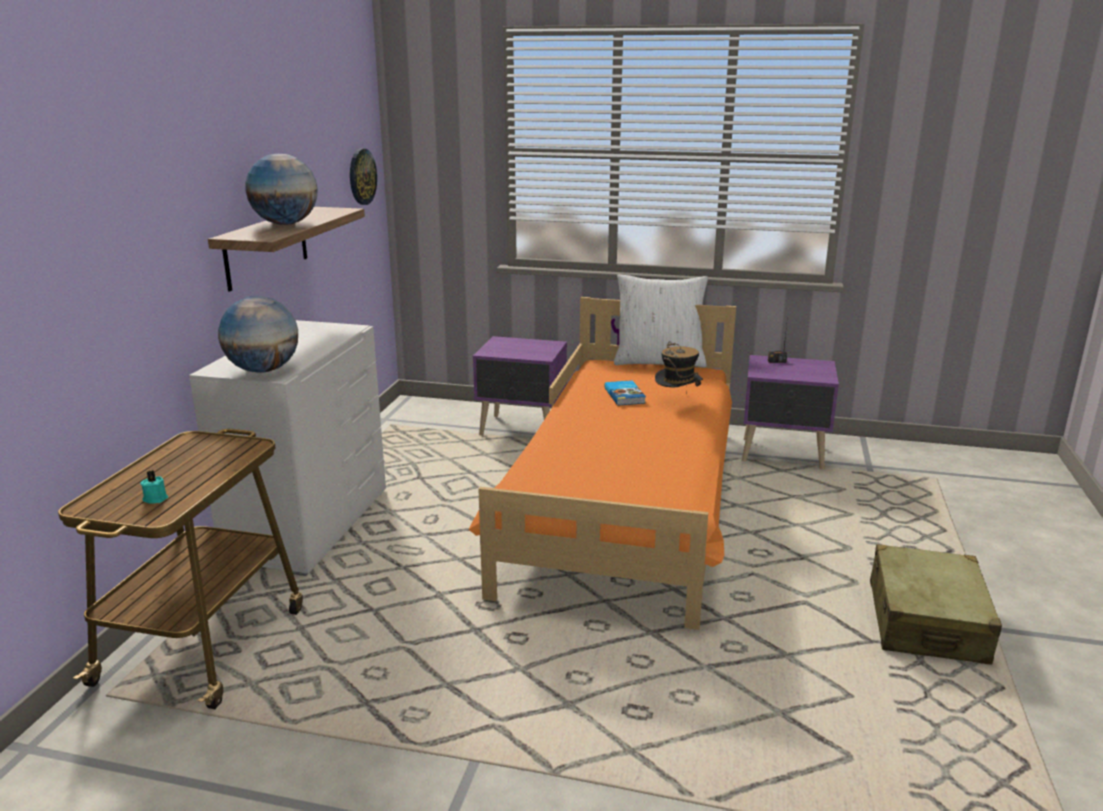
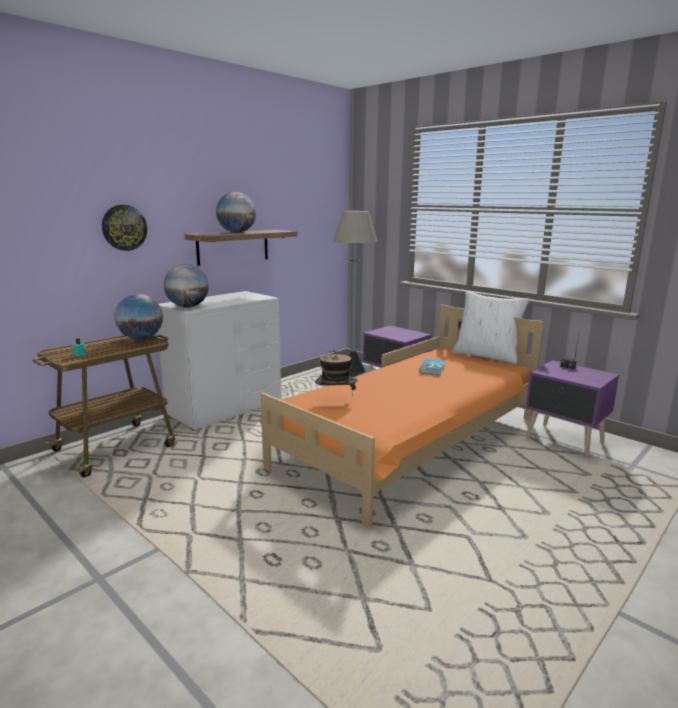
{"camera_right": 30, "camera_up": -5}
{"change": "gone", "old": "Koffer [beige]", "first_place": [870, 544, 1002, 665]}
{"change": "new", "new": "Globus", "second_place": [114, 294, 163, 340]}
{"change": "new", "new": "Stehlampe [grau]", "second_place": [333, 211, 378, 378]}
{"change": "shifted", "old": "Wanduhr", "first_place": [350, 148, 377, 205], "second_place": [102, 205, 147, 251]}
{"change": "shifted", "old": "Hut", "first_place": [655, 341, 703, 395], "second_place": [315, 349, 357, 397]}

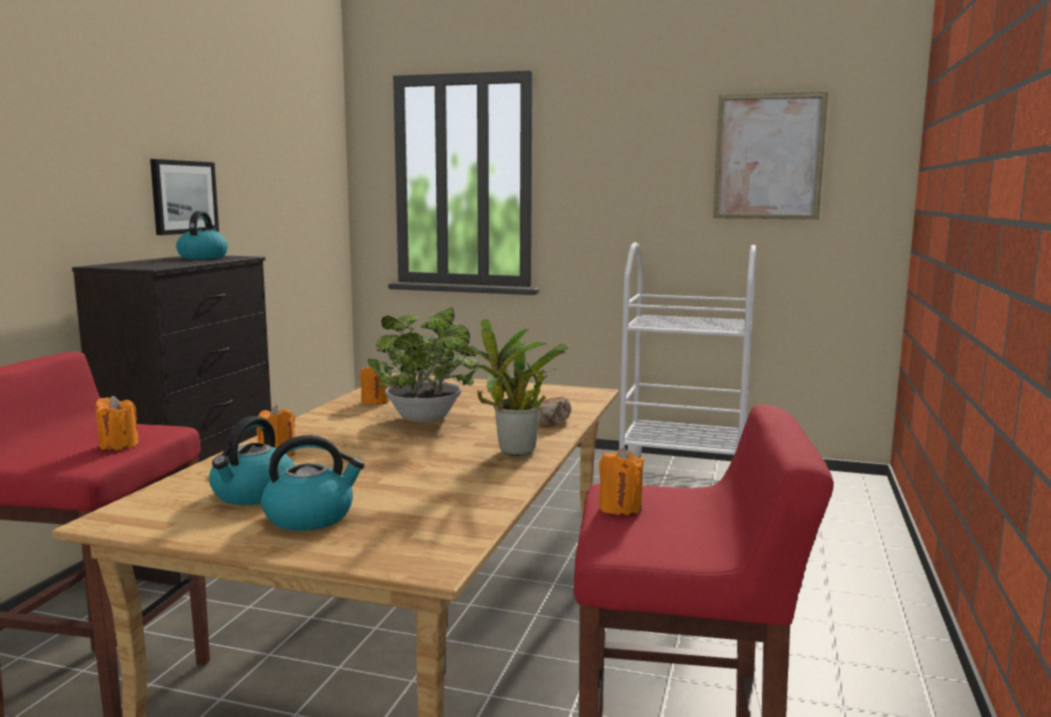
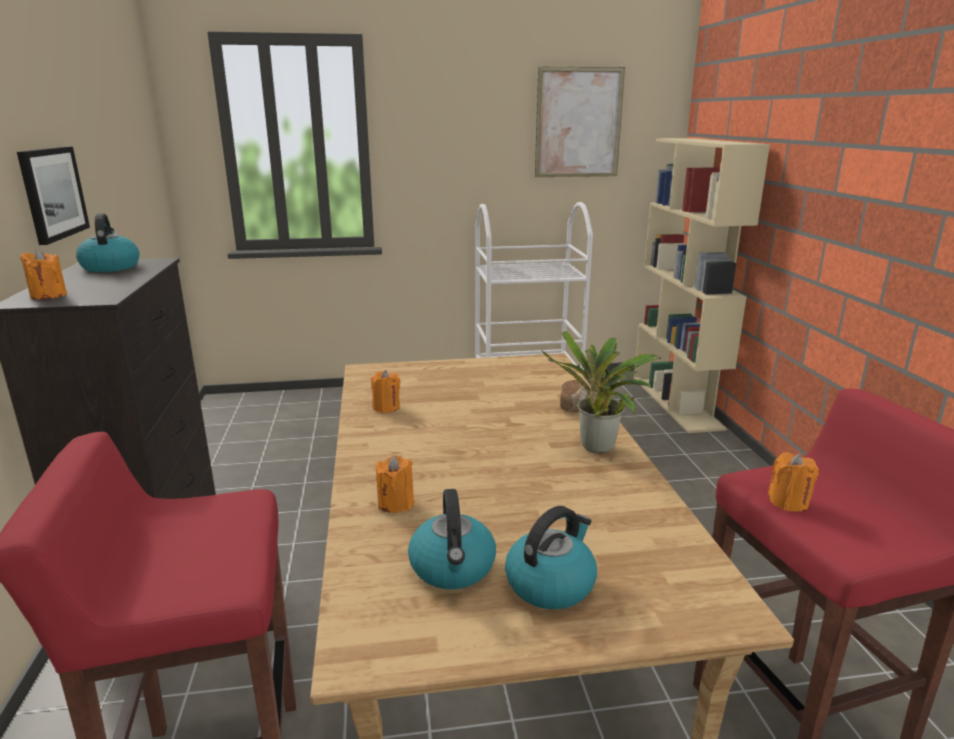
{"camera_right": -25, "camera_up": 10}
{"change": "gone", "old": "Topfpflanze", "first_place": [367, 307, 485, 422]}
{"change": "new", "new": "Bücherregal [beige]", "second_place": [634, 138, 770, 433]}
{"change": "shifted", "old": "Kerze [orange]", "first_place": [96, 396, 139, 451], "second_place": [20, 249, 67, 300]}

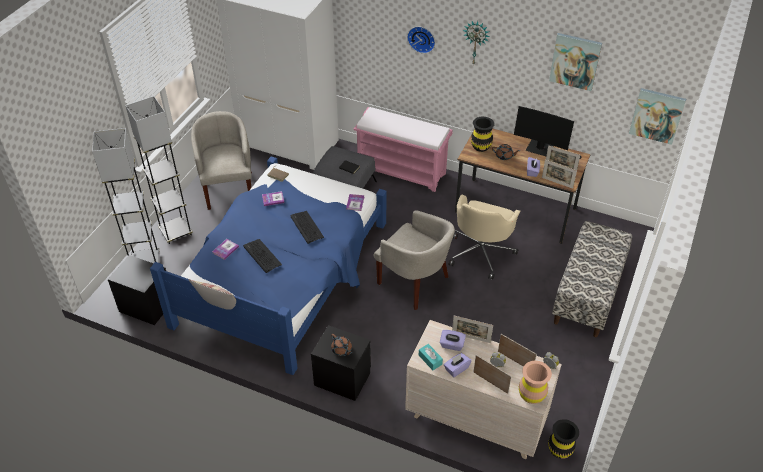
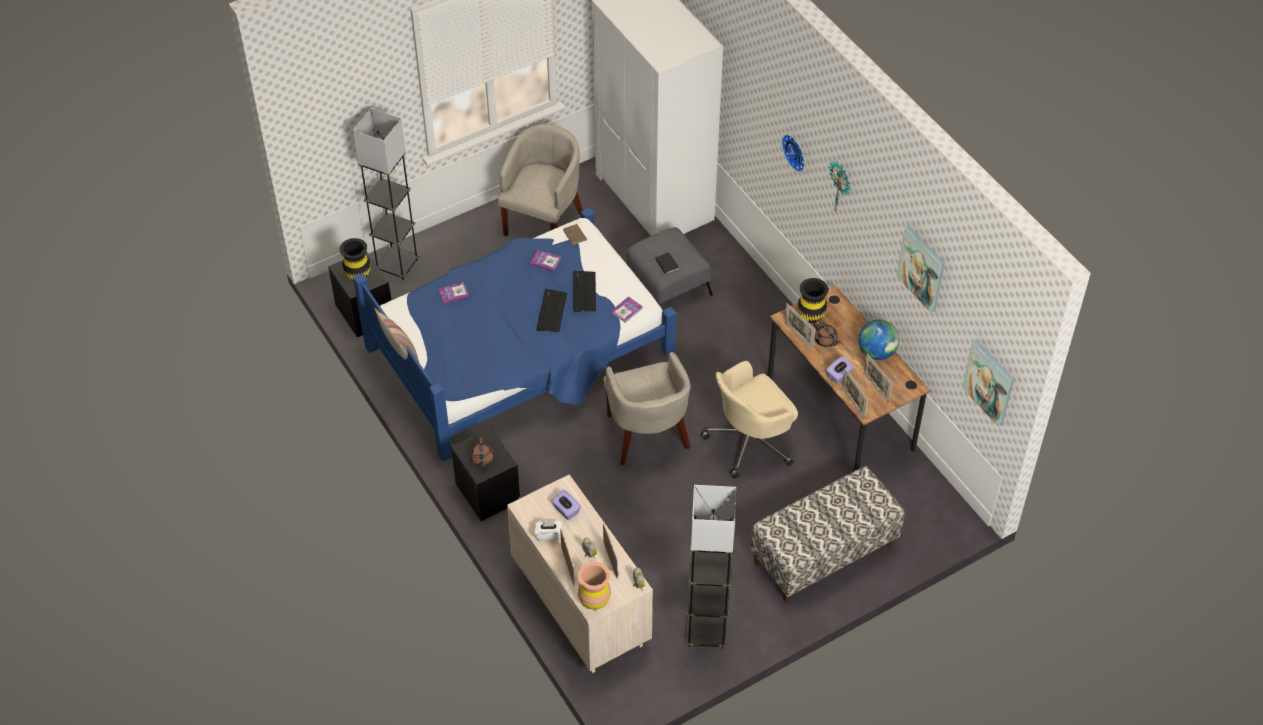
{"camera_right": 35, "camera_up": 5}
{"change": "gone", "old": "Bank [rosa]", "first_place": [354, 107, 453, 192]}
{"change": "gone", "old": "Taschentuchbox [türkis]", "first_place": [419, 344, 443, 370]}
{"change": "shifted", "old": "Stehlampe [grau]", "first_place": [125, 96, 193, 244], "second_place": [686, 485, 736, 649]}
{"change": "shifted", "old": "Tastatur", "first_place": [243, 239, 282, 273], "second_place": [573, 271, 596, 312]}
{"change": "shifted", "old": "Bilderrahmen", "first_place": [452, 316, 493, 343], "second_place": [785, 303, 815, 349]}
{"change": "shifted", "old": "Vase [schwarz]", "first_place": [548, 419, 579, 459], "second_place": [340, 238, 371, 281]}
{"change": "swapped", "old": "Monitor", "new": "Globus", "first_place": [514, 106, 574, 156], "second_place": [859, 320, 899, 360]}
{"change": "repainted", "old": "Taschentuchbox [lila]", "new": "Taschentuchbox [weiß]", "first_place": [444, 353, 471, 377], "second_place": [534, 520, 563, 541]}

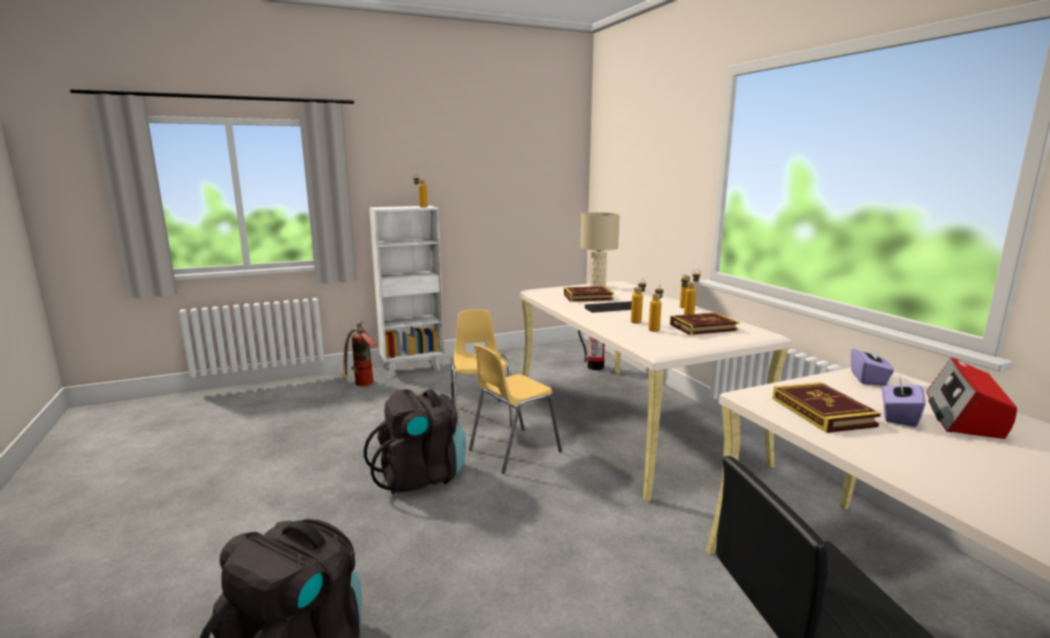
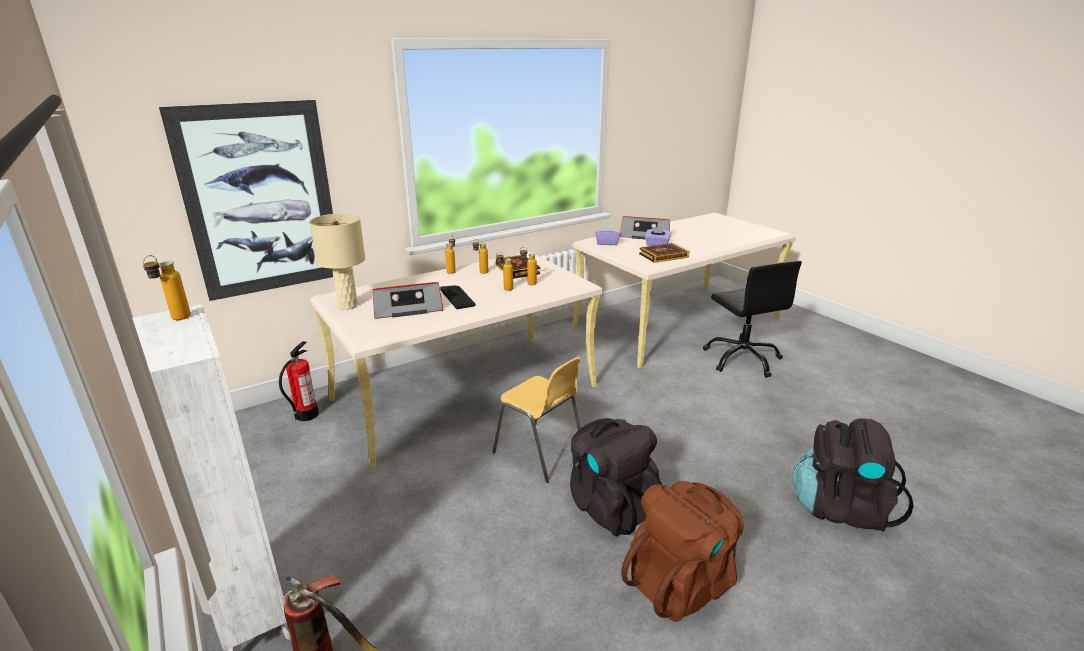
{"camera_right": -100, "camera_up": 10}
{"change": "gone", "old": "Stuhl [gelb]", "first_place": [450, 309, 513, 426]}
{"change": "new", "new": "Bild", "second_place": [159, 100, 333, 301]}
{"change": "new", "new": "Rucksack [braun]", "second_place": [621, 481, 744, 622]}
{"change": "swapped", "old": "Buch", "new": "Radio", "first_place": [564, 286, 614, 302], "second_place": [373, 282, 443, 319]}

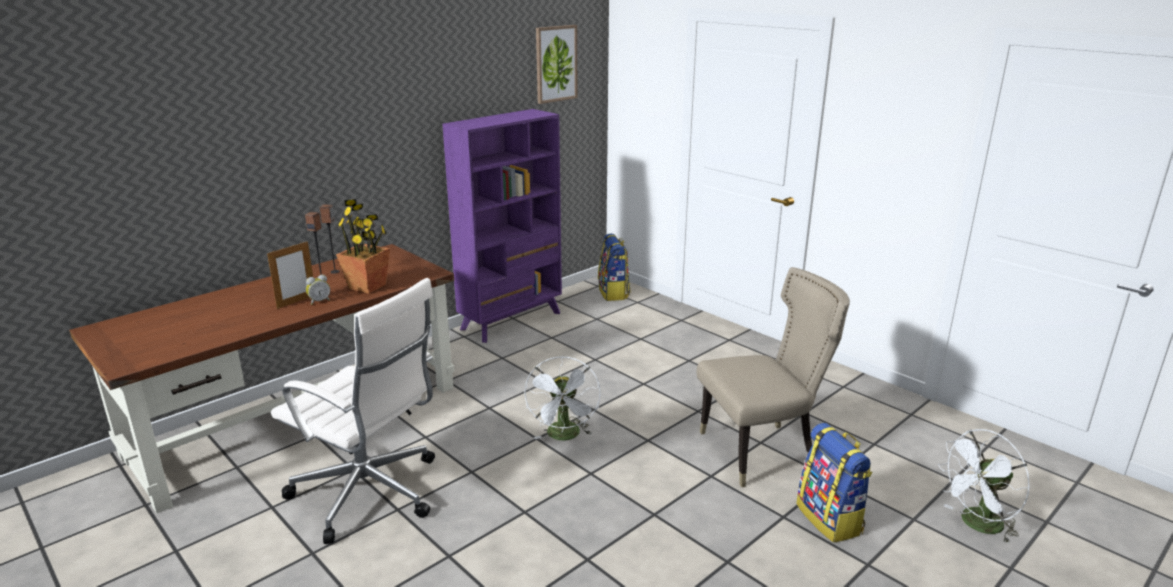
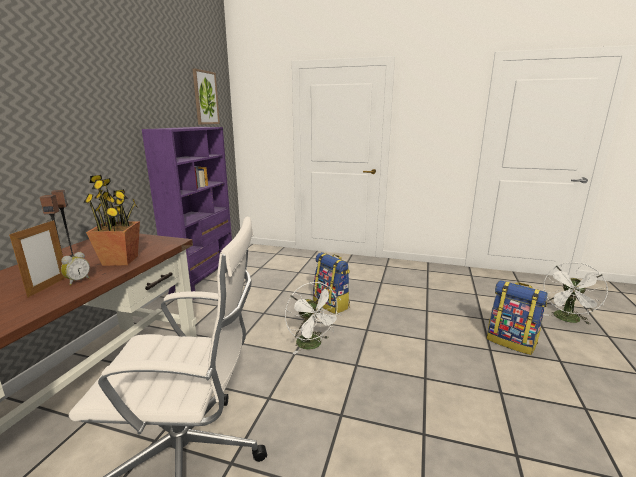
{"camera_right": -30, "camera_up": -5}
{"change": "gone", "old": "Stuhl [beige]", "first_place": [697, 267, 850, 487]}
{"change": "shifted", "old": "Rucksack", "first_place": [598, 234, 631, 301], "second_place": [313, 252, 350, 314]}

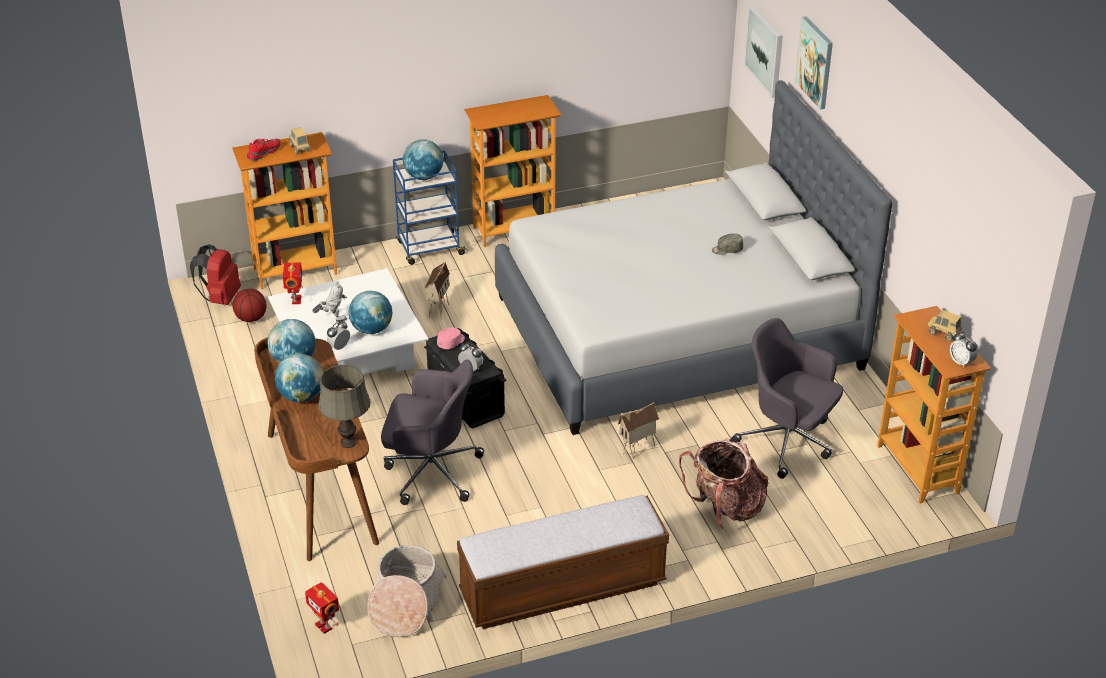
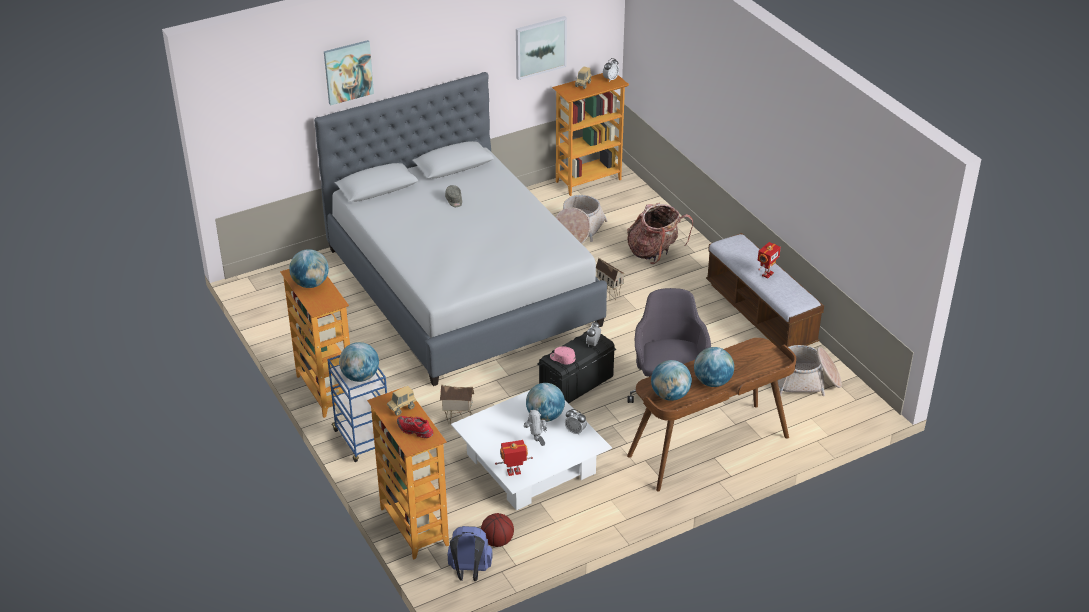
{"camera_right": -100, "camera_up": 0}
{"change": "gone", "old": "Tischlampe [grau]", "first_place": [318, 365, 371, 448]}
{"change": "new", "new": "Globus", "second_place": [289, 249, 329, 288]}
{"change": "shifted", "old": "Spielzeugroboter", "first_place": [305, 582, 339, 634], "second_place": [758, 242, 781, 278]}
{"change": "shifted", "old": "Bild", "first_place": [744, 4, 783, 98], "second_place": [516, 16, 567, 80]}
{"change": "swapped", "old": "Bürostuhl [grau]", "new": "Korb", "first_place": [731, 318, 843, 479], "second_place": [556, 195, 607, 244]}
{"change": "repainted", "old": "Rucksack [rot]", "new": "Rucksack [blau]", "first_place": [190, 244, 241, 305], "second_place": [447, 526, 493, 581]}

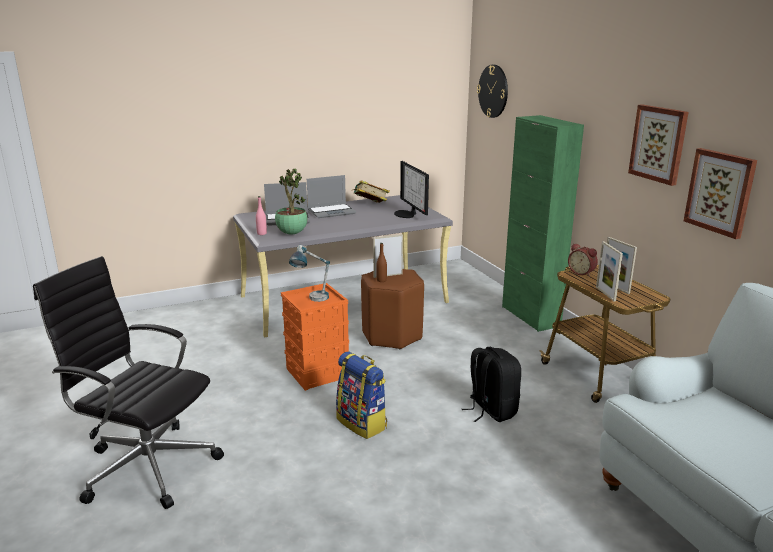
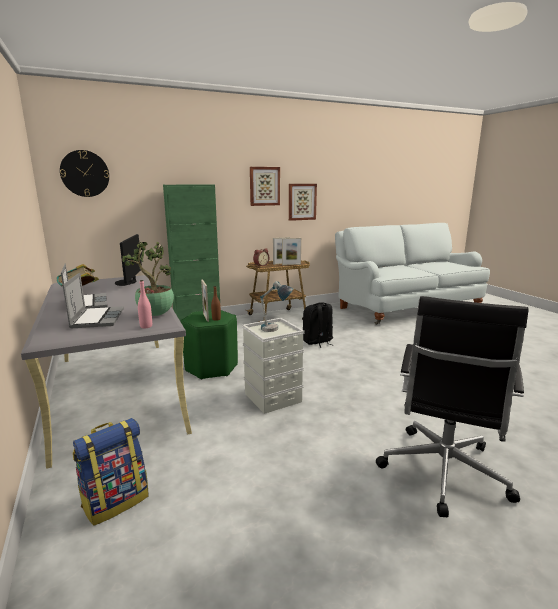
{"camera_right": -90, "camera_up": -5}
{"change": "shifted", "old": "Rucksack", "first_place": [336, 352, 387, 439], "second_place": [73, 418, 149, 526]}
{"change": "repainted", "old": "Aufbewahrungsbox [orange]", "new": "Aufbewahrungsbox [grau]", "first_place": [281, 283, 349, 391], "second_place": [242, 318, 305, 414]}
{"change": "repainted", "old": "Hocker [braun]", "new": "Hocker [grün]", "first_place": [361, 269, 424, 349], "second_place": [181, 310, 238, 380]}
{"change": "rotated", "old": "Monitor", "first_place": [394, 161, 429, 218], "second_place": [115, 234, 142, 286], "degrees": 105}

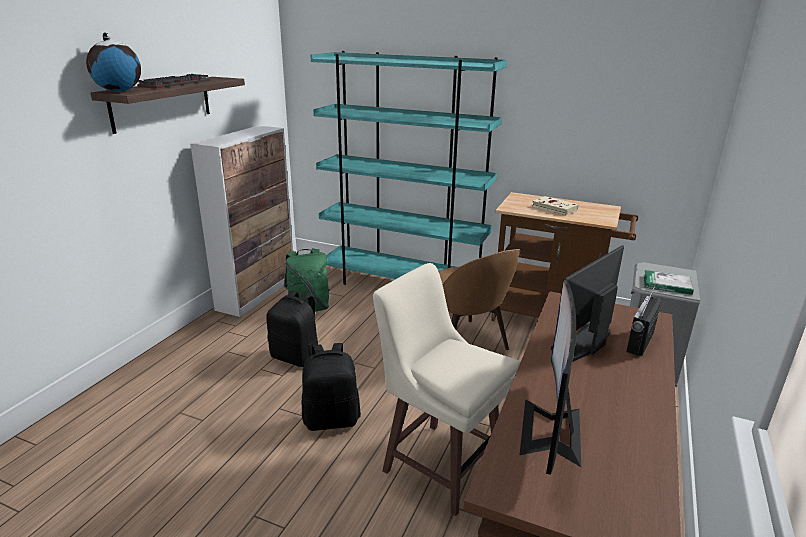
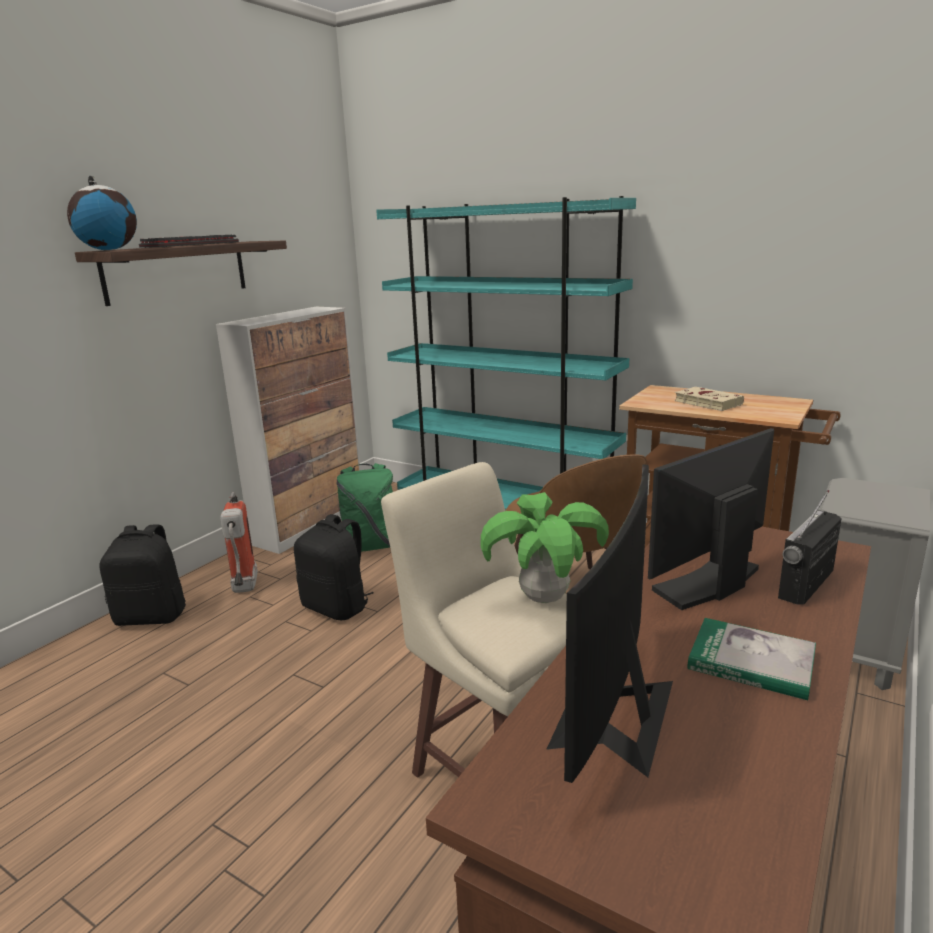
{"camera_right": 10, "camera_up": -5}
{"change": "new", "new": "Feuerlöscher", "second_place": [220, 492, 258, 593]}
{"change": "new", "new": "Topfpflanze", "second_place": [480, 492, 609, 603]}
{"change": "shifted", "old": "Rucksack [schwarz]", "first_place": [302, 343, 361, 431], "second_place": [99, 525, 186, 626]}
{"change": "shifted", "old": "Buch", "first_place": [644, 270, 694, 295], "second_place": [687, 618, 816, 700]}

